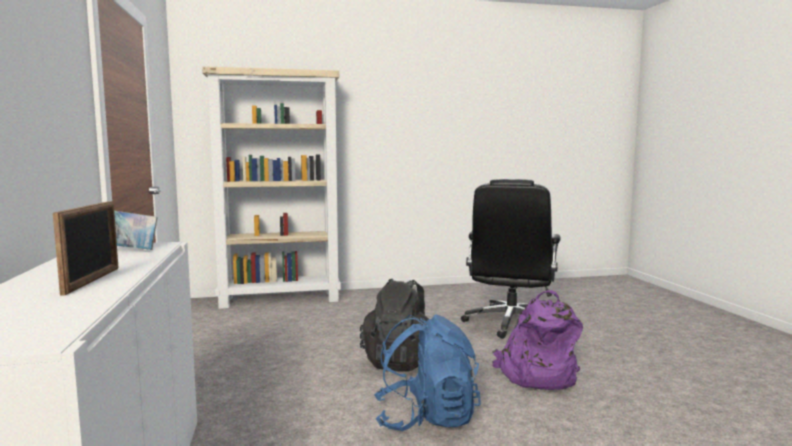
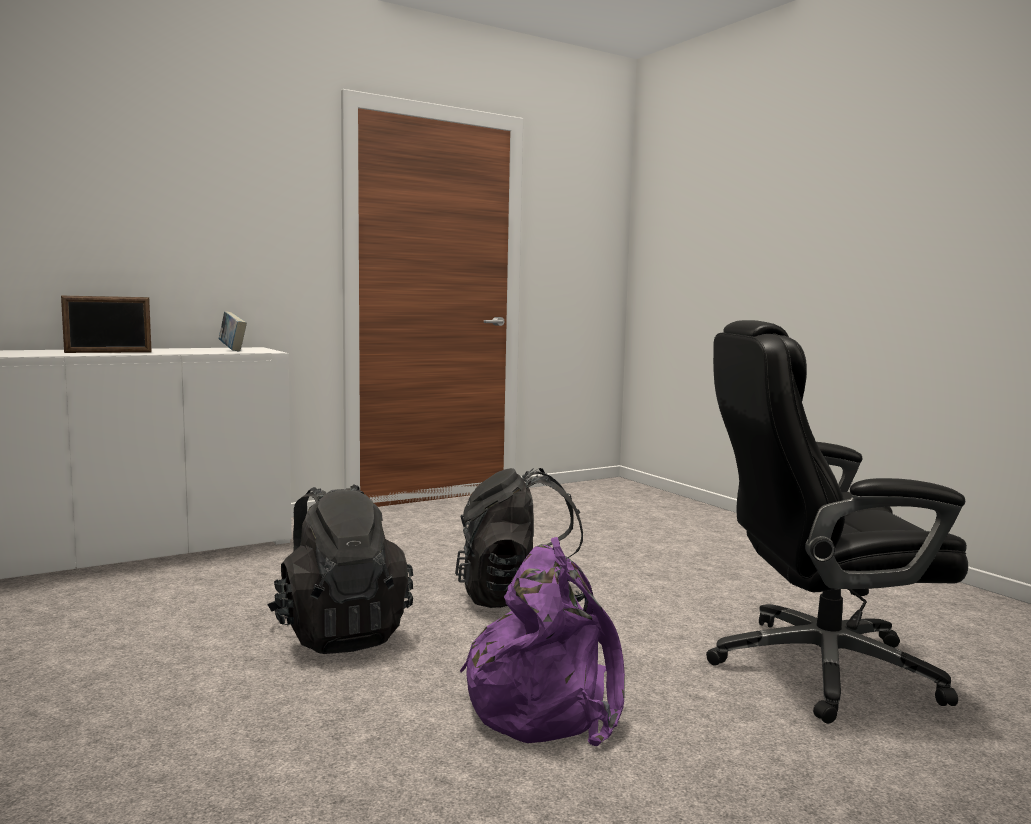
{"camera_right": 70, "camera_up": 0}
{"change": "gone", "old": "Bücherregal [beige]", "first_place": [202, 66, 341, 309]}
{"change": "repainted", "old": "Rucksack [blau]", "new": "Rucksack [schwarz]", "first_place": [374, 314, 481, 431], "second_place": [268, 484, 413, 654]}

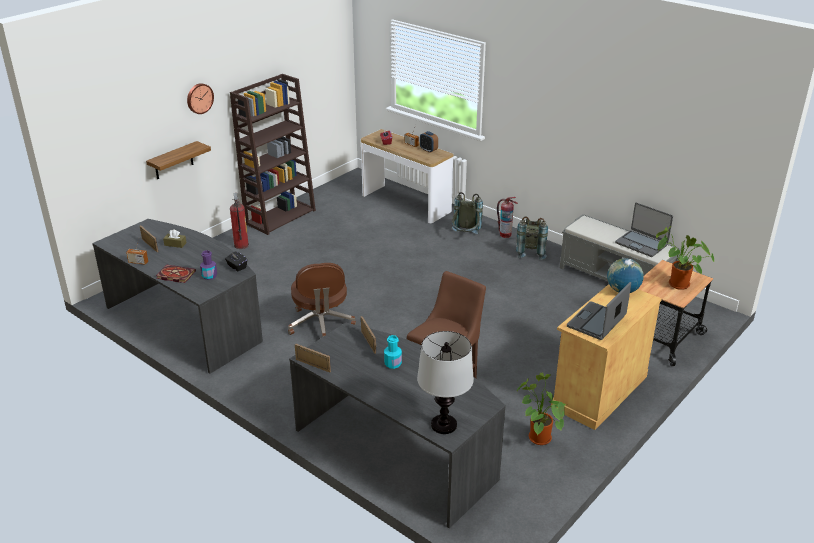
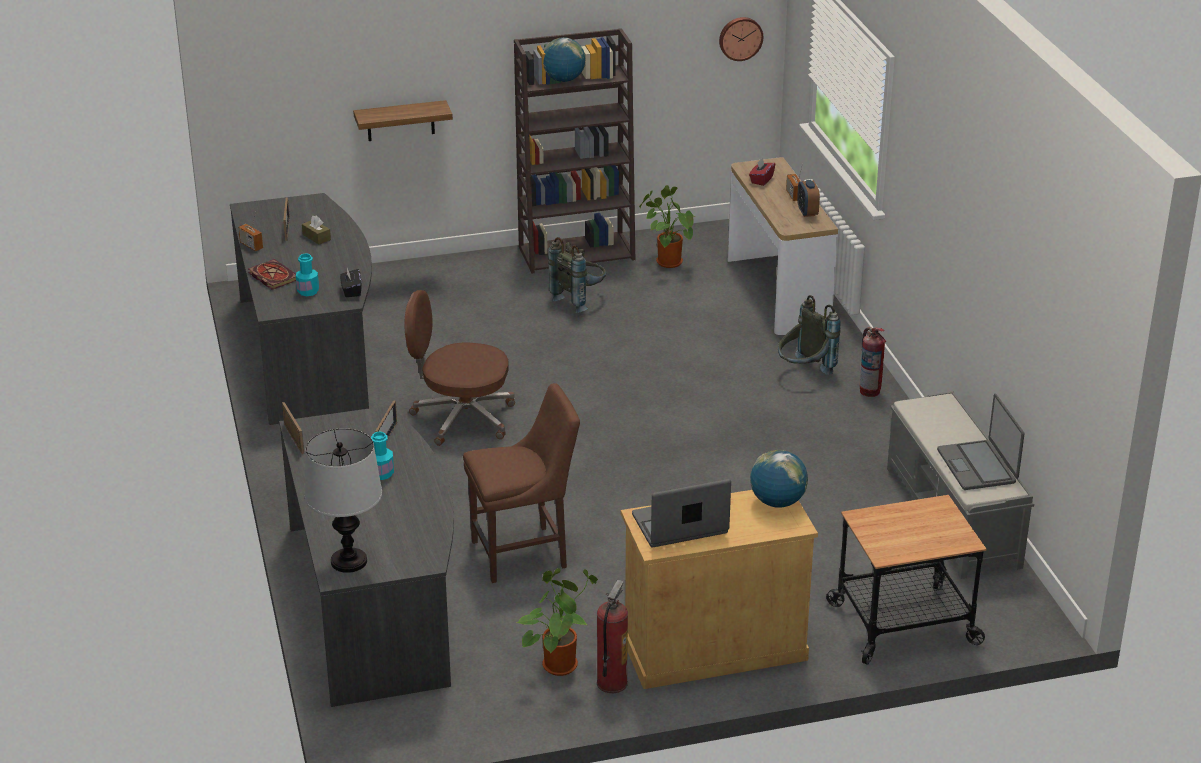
{"camera_right": 35, "camera_up": 0}
{"change": "new", "new": "Globus", "second_place": [543, 37, 586, 82]}
{"change": "shifted", "old": "Wanduhr", "first_place": [187, 83, 214, 114], "second_place": [719, 17, 763, 61]}
{"change": "shifted", "old": "Feuerlöscher", "first_place": [230, 193, 249, 249], "second_place": [597, 580, 628, 693]}
{"change": "shifted", "old": "Rucksack [grau]", "first_place": [516, 217, 548, 260], "second_place": [548, 237, 606, 313]}
{"change": "shifted", "old": "Topfpflanze", "first_place": [656, 226, 714, 290], "second_place": [639, 185, 694, 268]}
{"change": "repainted", "old": "Flasche [lila]", "new": "Flasche [türkis]", "first_place": [200, 250, 217, 280], "second_place": [296, 253, 319, 296]}
{"change": "rotated", "old": "Bürostuhl [braun]", "first_place": [288, 263, 356, 337], "second_place": [404, 290, 515, 446], "degrees": 75}

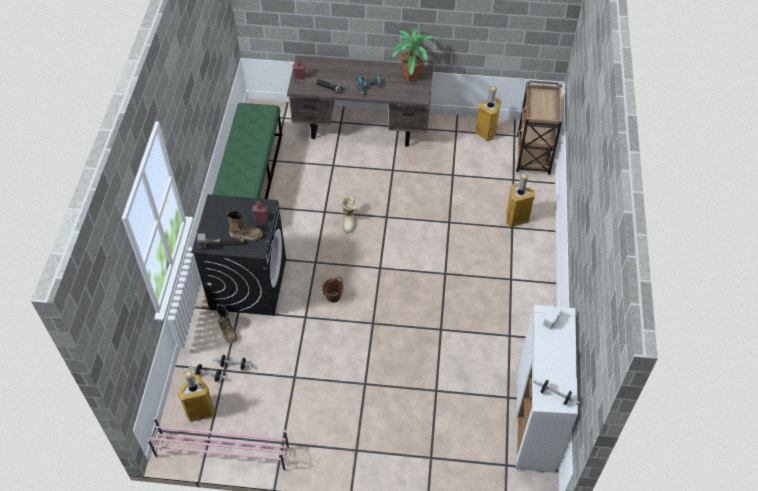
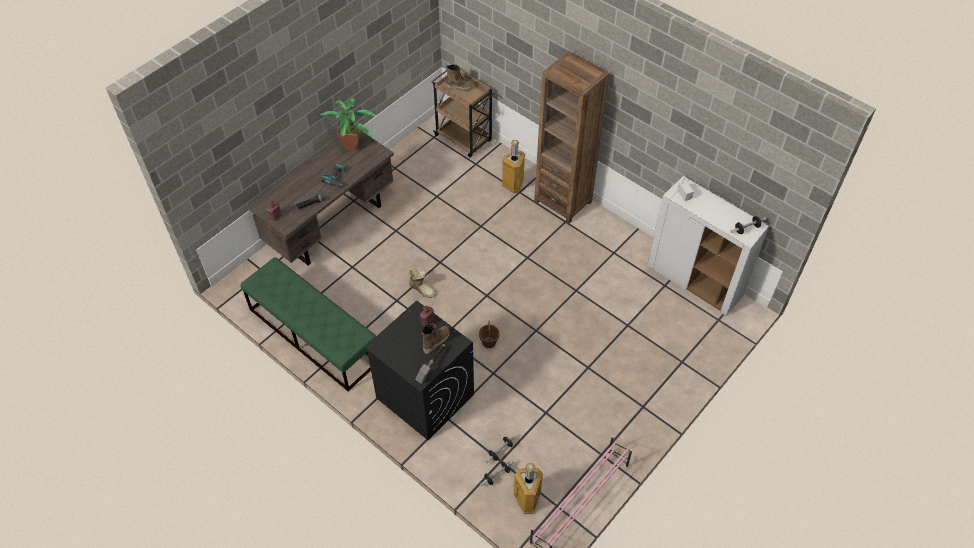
{"camera_right": -55, "camera_up": 0}
{"change": "gone", "old": "Mülleimer", "first_place": [476, 86, 501, 141]}
{"change": "new", "new": "Bücherregal [braun]", "second_place": [534, 51, 610, 223]}
{"change": "shifted", "old": "Stiefel", "first_place": [217, 304, 237, 343], "second_place": [446, 64, 474, 91]}

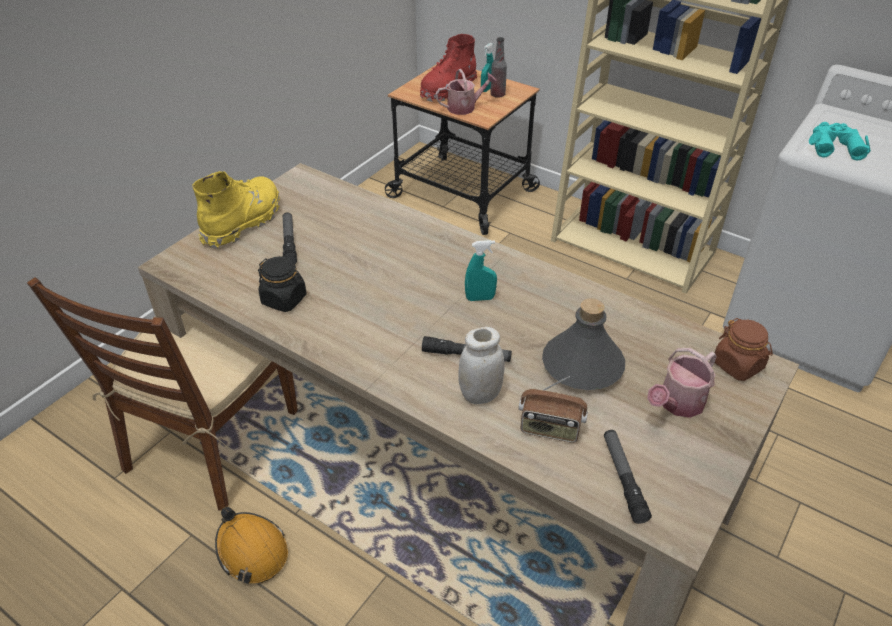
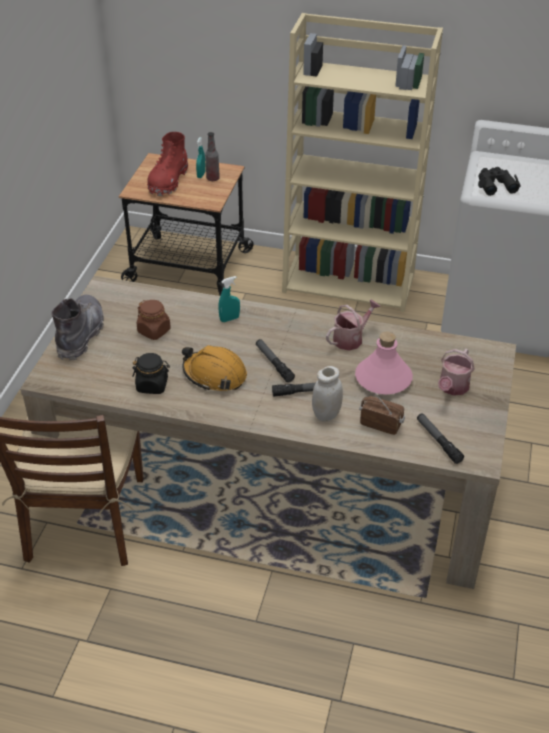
{"camera_right": -20, "camera_up": 0}
{"change": "shifted", "old": "Schutzhelm [orange]", "first_place": [215, 507, 288, 584], "second_place": [182, 345, 247, 391]}
{"change": "shifted", "old": "Taschenlampe", "first_place": [283, 212, 297, 264], "second_place": [256, 339, 295, 382]}
{"change": "shifted", "old": "Gießkanne", "first_place": [435, 69, 497, 115], "second_place": [326, 299, 381, 351]}
{"change": "shifted", "old": "Sprühflasche [türkis]", "first_place": [465, 240, 497, 301], "second_place": [218, 276, 240, 322]}
{"change": "shifted", "old": "Vorratsglas [braun]", "first_place": [714, 318, 773, 381], "second_place": [137, 300, 171, 340]}
{"change": "repainted", "old": "Stiefel [gelb]", "new": "Stiefel [grau]", "first_place": [192, 171, 280, 249], "second_place": [51, 295, 104, 361]}
{"change": "repainted", "old": "Flasche [grau]", "new": "Flasche [rosa]", "first_place": [542, 298, 625, 390], "second_place": [355, 331, 413, 395]}
{"change": "repainted", "old": "Fernglas [türkis]", "new": "Fernglas [schwarz]", "first_place": [809, 122, 871, 161], "second_place": [478, 167, 521, 196]}
{"change": "rotated", "old": "Radio", "first_place": [518, 376, 588, 443], "second_place": [359, 393, 405, 435], "degrees": -150}

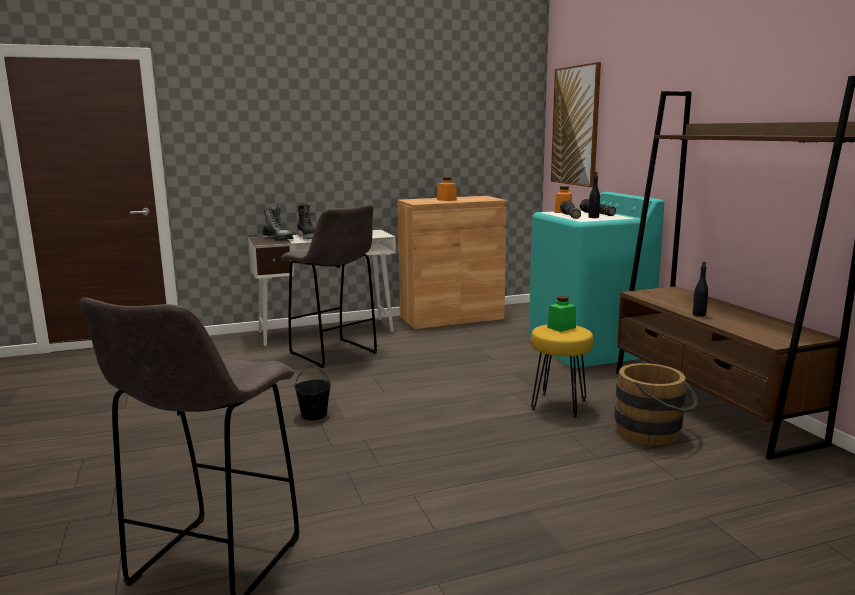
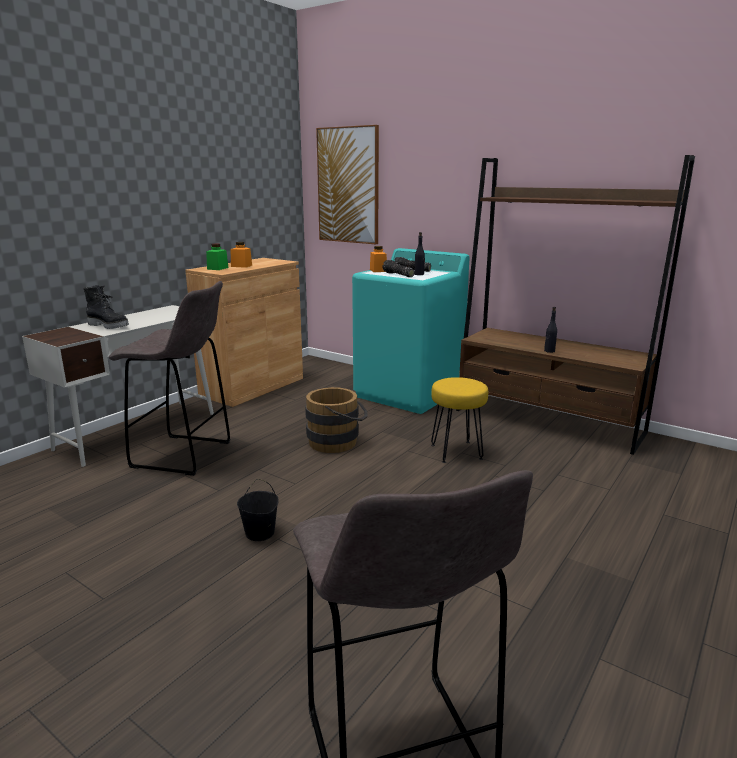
{"camera_right": -35, "camera_up": 5}
{"change": "gone", "old": "Stiefel", "first_place": [263, 206, 293, 241]}
{"change": "shifted", "old": "Vorratsglas [grün]", "first_place": [547, 296, 576, 332], "second_place": [206, 244, 229, 270]}
{"change": "shifted", "old": "Eimer [braun]", "first_place": [614, 363, 698, 446], "second_place": [305, 387, 368, 453]}

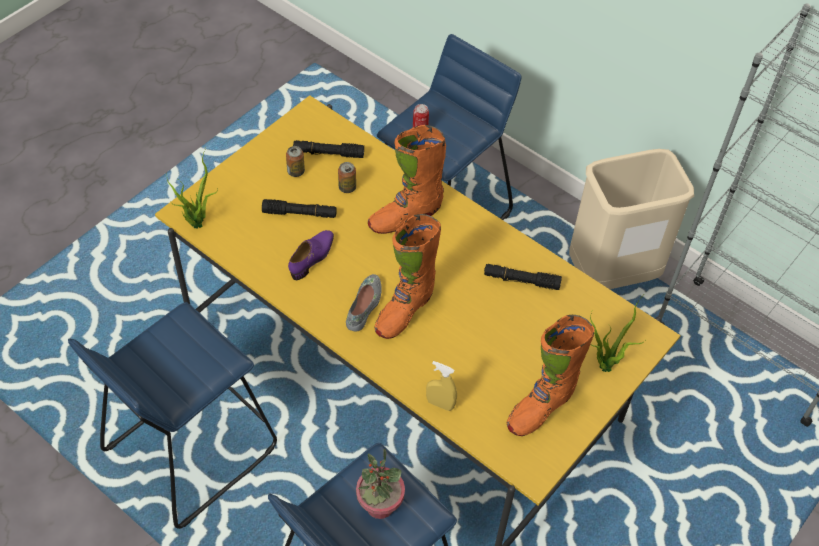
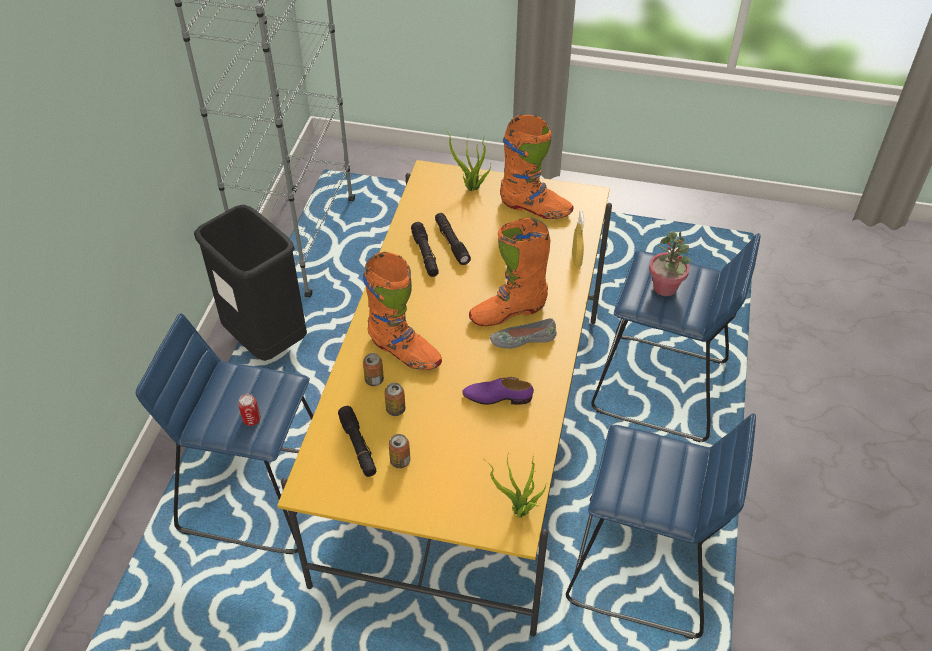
{"camera_right": -115, "camera_up": -5}
{"change": "new", "new": "Dose", "second_place": [363, 353, 384, 386]}
{"change": "shifted", "old": "Taschenlampe [schwarz]", "first_place": [262, 199, 337, 218], "second_place": [435, 213, 471, 265]}
{"change": "repainted", "old": "Mülleimer [beige]", "new": "Mülleimer [schwarz]", "first_place": [569, 149, 694, 289], "second_place": [194, 204, 307, 361]}
{"change": "rotated", "old": "Stiefel [orange]", "first_place": [374, 214, 441, 339], "second_place": [469, 218, 550, 326], "degrees": 150}

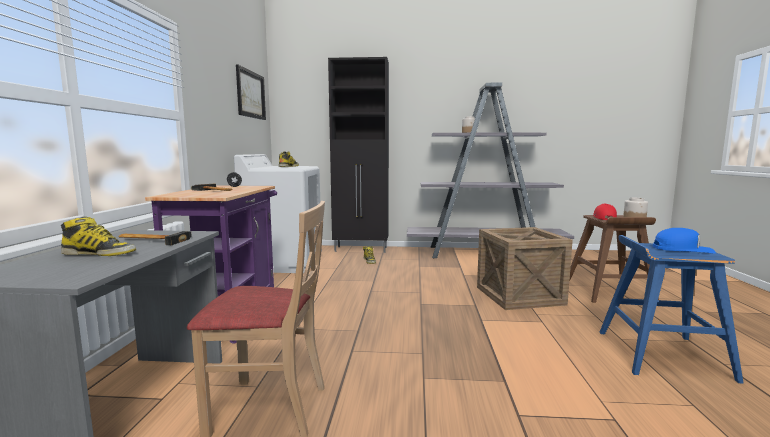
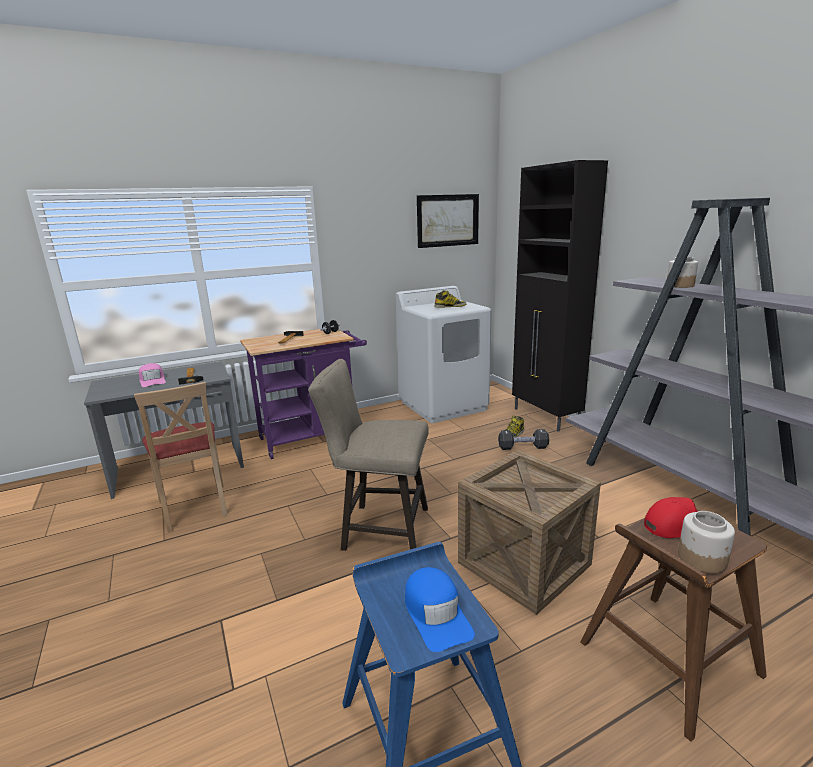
{"camera_right": 60, "camera_up": 10}
{"change": "new", "new": "Hocker [beige]", "second_place": [308, 359, 429, 551]}
{"change": "new", "new": "Hantel [schwarz]", "second_place": [498, 429, 549, 450]}
{"change": "swapped", "old": "Stiefel", "new": "Kappe [rosa]", "first_place": [61, 216, 136, 256], "second_place": [139, 363, 166, 387]}

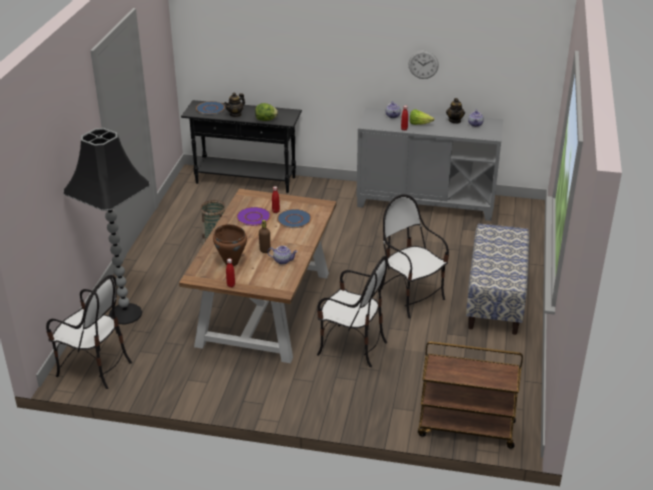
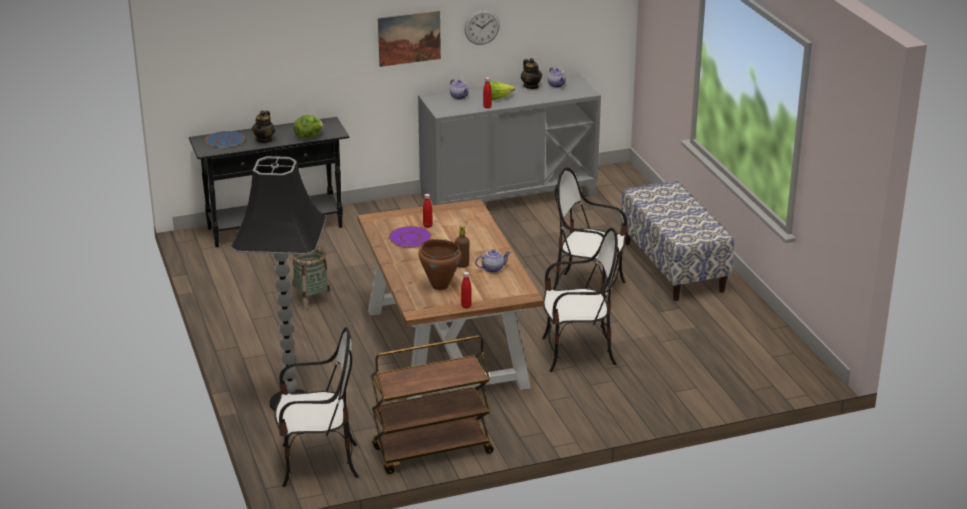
{"camera_right": -30, "camera_up": -5}
{"change": "gone", "old": "Teller [blau]", "first_place": [277, 209, 312, 228]}
{"change": "new", "new": "Bild", "second_place": [378, 11, 441, 67]}
{"change": "shifted", "old": "Rollwagen [braun]", "first_place": [418, 341, 523, 449], "second_place": [371, 336, 494, 474]}

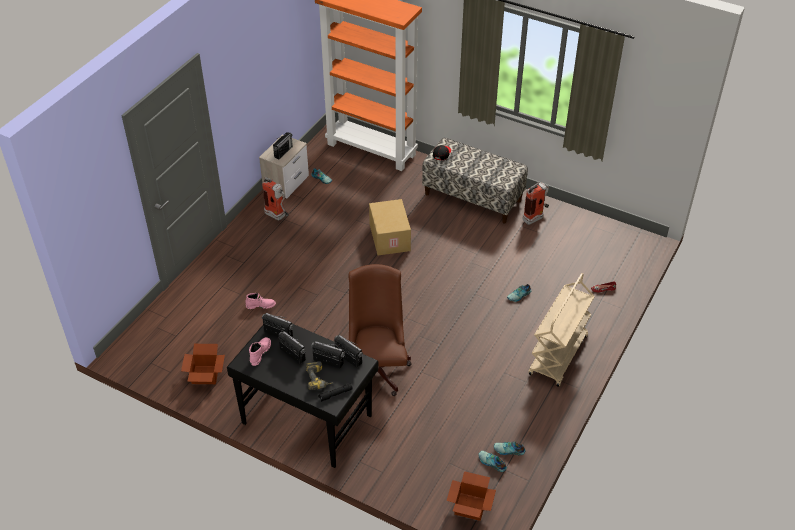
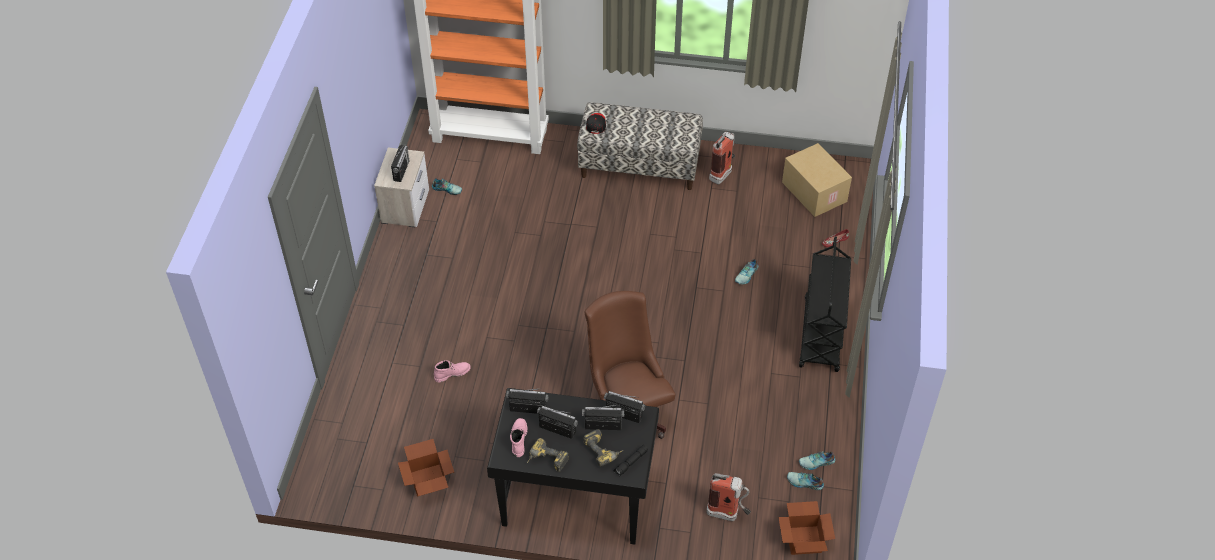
{"camera_right": -20, "camera_up": 5}
{"change": "new", "new": "Bohrmaschine", "second_place": [527, 438, 569, 472]}
{"change": "shifted", "old": "Feuerlöscher", "first_place": [262, 177, 289, 221], "second_place": [707, 473, 751, 521]}
{"change": "shifted", "old": "Karton", "first_place": [369, 199, 411, 255], "second_place": [782, 143, 852, 217]}
{"change": "repainted", "old": "Rollwagen [beige]", "new": "Rollwagen [schwarz]", "first_place": [529, 273, 595, 387], "second_place": [799, 237, 851, 372]}

